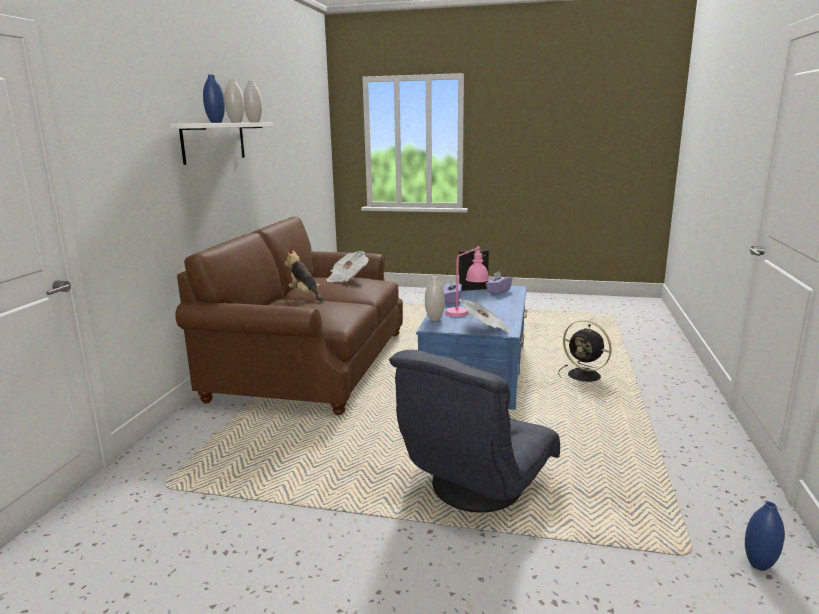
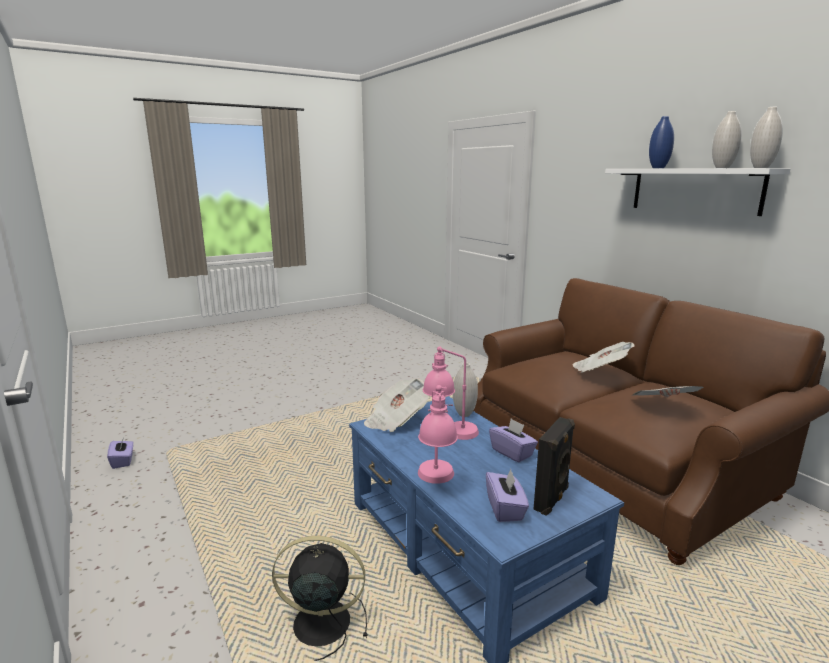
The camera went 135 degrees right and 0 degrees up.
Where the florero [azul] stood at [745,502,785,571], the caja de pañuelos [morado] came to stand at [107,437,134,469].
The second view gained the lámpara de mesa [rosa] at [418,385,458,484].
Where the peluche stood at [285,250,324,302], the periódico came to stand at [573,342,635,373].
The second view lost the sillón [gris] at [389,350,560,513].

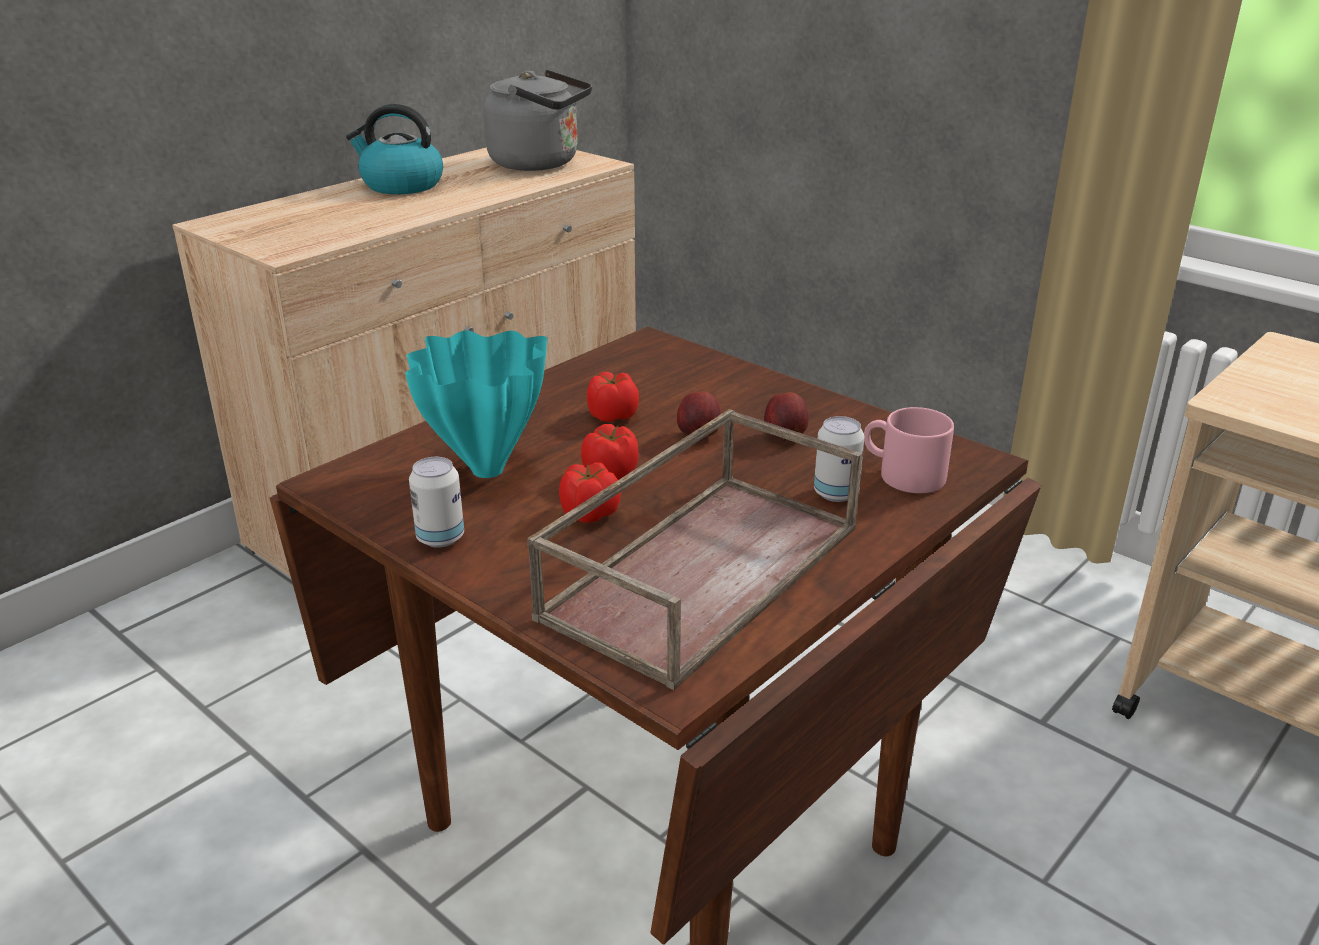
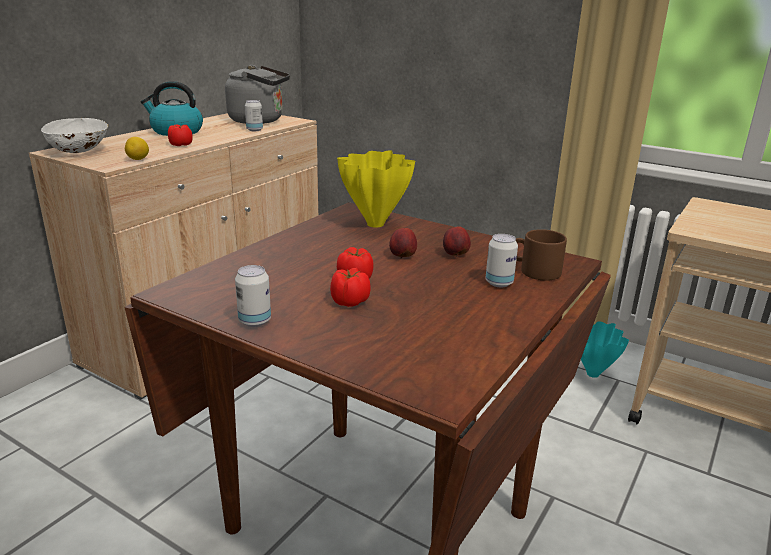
The camera went 10 degrees left and 5 degrees down.
The second view gained the cuenco [blanco] at [41,118,108,153].
The second view gained the limón at [125,137,149,160].
The tomate ended up elsewhere, having gone from [587,372,639,422] to [168,124,193,146].
The second view gained the lata at [245,100,263,131].
The second view gained the florero [amarillo] at [337,150,415,228].
What was the taza grande [rosa] at [864,407,954,493] turned into the taza grande [marrón] at [516,229,567,281].
The florero [turquesa] ended up elsewhere, having gone from [405,330,547,478] to [581,321,629,378].
The second view lost the bandeja [marrón] at [527,409,863,690].

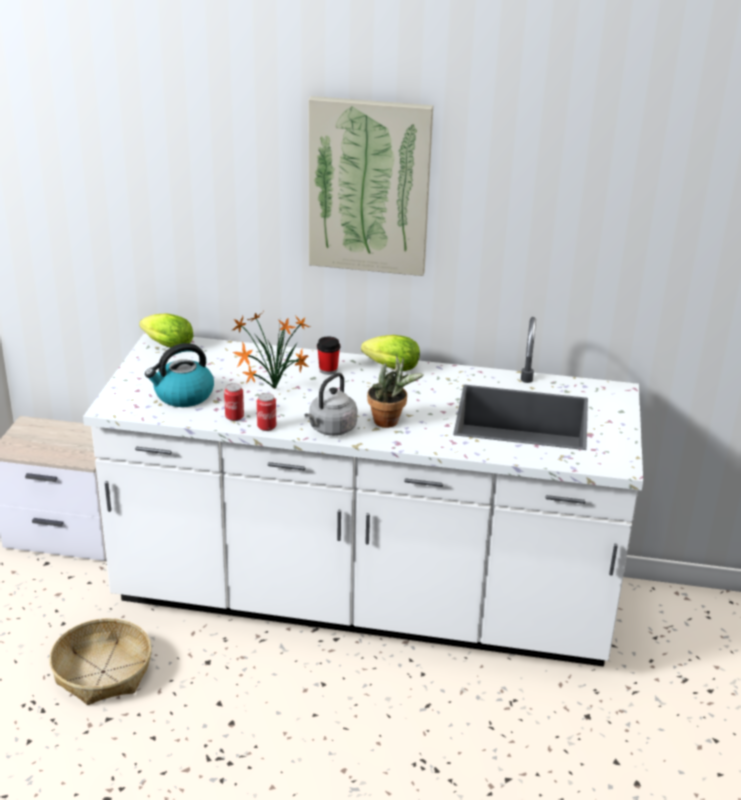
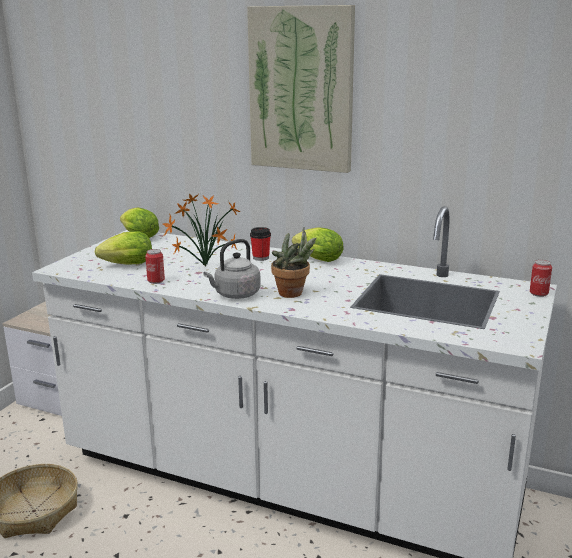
The camera went 15 degrees right and 10 degrees down.
Where the hervidor stood at [145,343,214,407], the lechuga came to stand at [95,231,152,265].
The lata ended up elsewhere, having gone from [257,393,276,431] to [530,260,552,297].

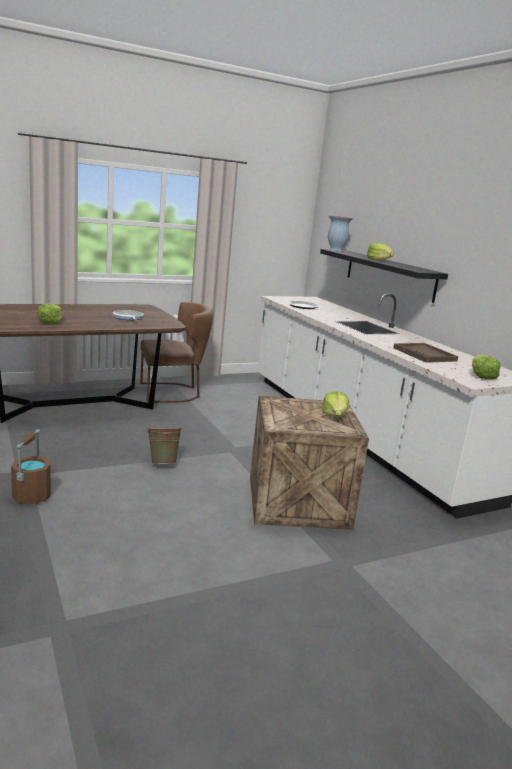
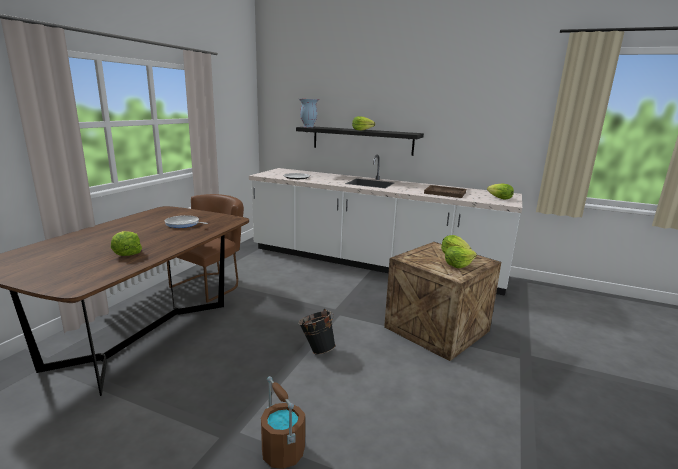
The camera went 40 degrees left and 0 degrees up.
What was the cubo [verde] at [146,426,183,464] turned into the cubo [negro] at [298,309,336,355].
The second view gained the lechuga at [445,246,477,268].

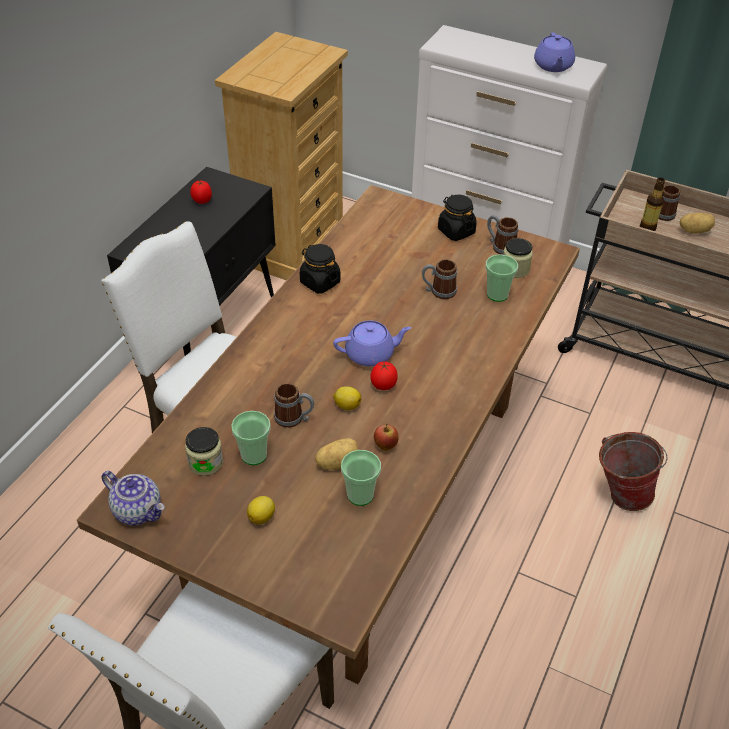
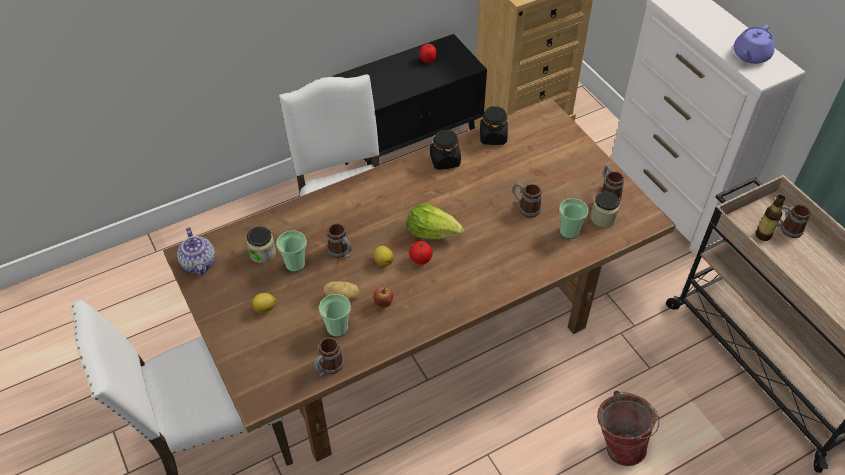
The camera went 35 degrees right and 5 degrees up.
The second view gained the taza grande at [314,337,344,377].
Where the tetera [morado] stood at [333,321,411,366], the lechuga came to stand at [407,203,464,239].
The tarro [negro] ended up elsewhere, having gone from [438,195,477,241] to [480,106,508,145].
The second view lost the patata at [680,213,715,234].

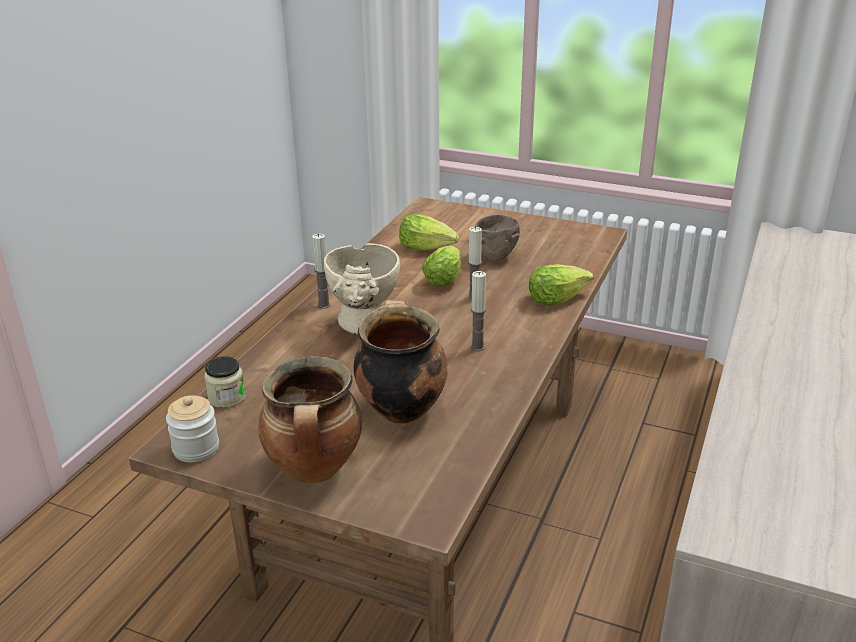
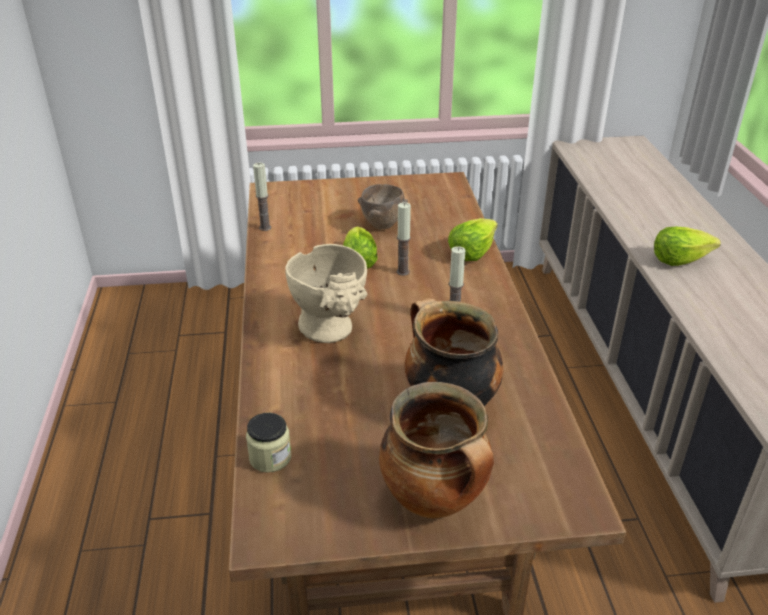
The camera went 30 degrees left and 5 degrees up.
The vela ended up elsewhere, having gone from [312,234,331,309] to [253,163,271,231].
The lechuga ended up elsewhere, having gone from [399,213,459,250] to [654,227,721,266].
The second view lost the tarro at [166,395,219,462].

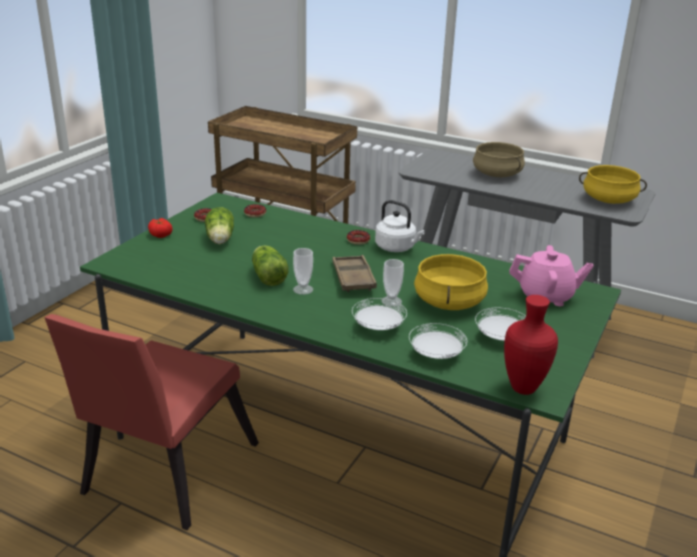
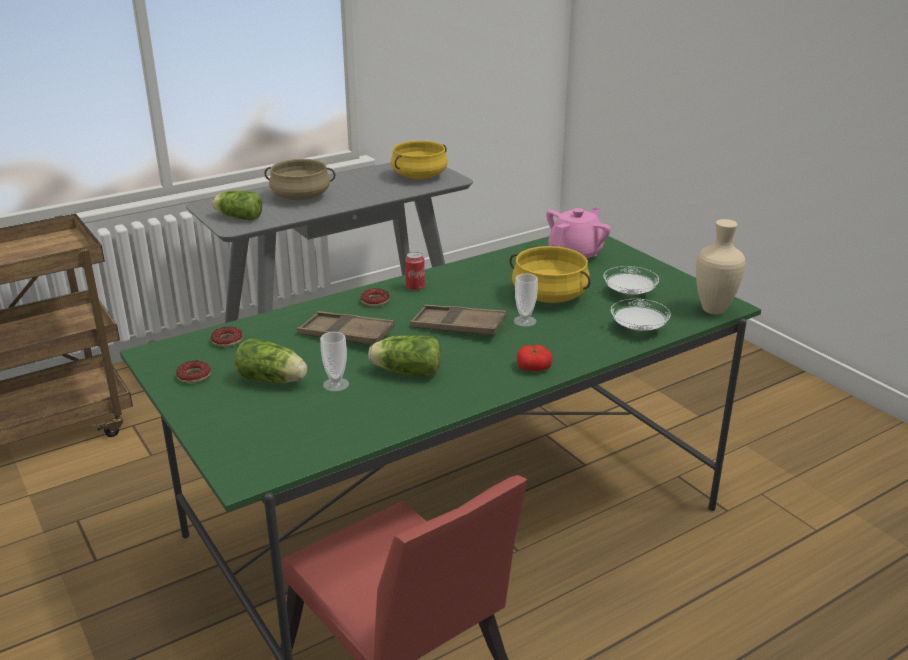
The camera went 60 degrees left and 0 degrees up.
The second view gained the lechuga at [212,190,262,221].
The second view gained the bandeja [marrón] at [297,311,395,345].
The taza ended up elsewhere, having gone from [293,248,313,295] to [320,332,349,392].
Where the hervidor [blanco] stood at [375,200,425,252], the lata came to stand at [405,252,425,291].
The tomate ended up elsewhere, having gone from [148,218,173,238] to [517,345,552,371].
What was the florero [rojo] at [504,295,558,395] turned into the florero [beis] at [696,219,746,315].
The second view lost the plato [blanco] at [352,298,407,330].

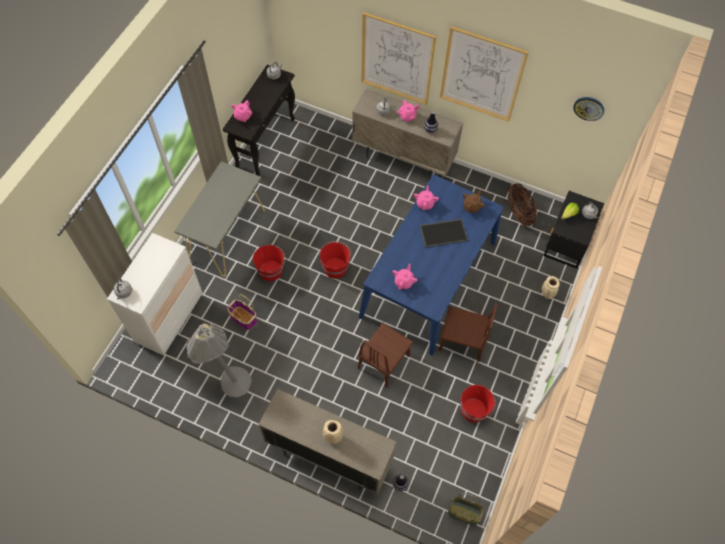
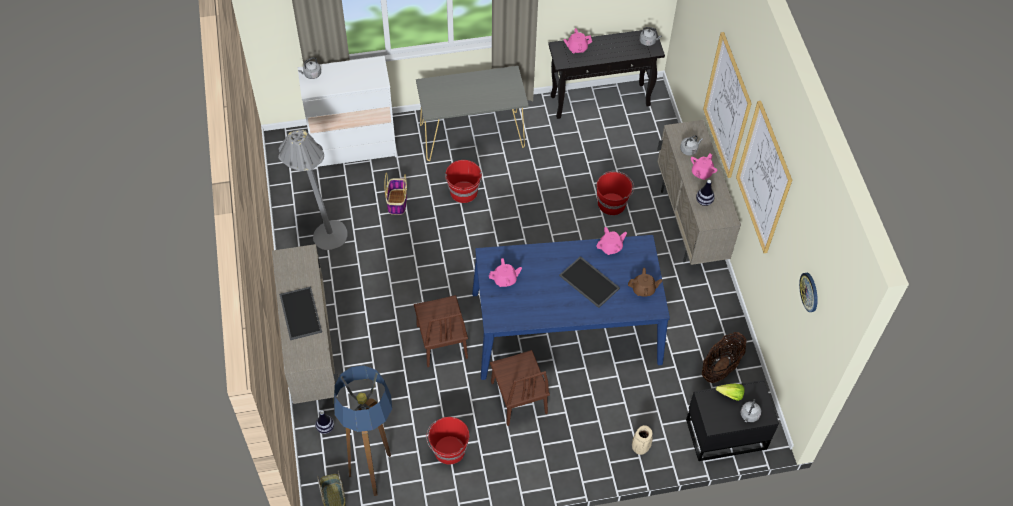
The camera went 55 degrees right and 5 degrees down.
Where the florero [beis] stood at [323,420,343,444], the bandeja came to stand at [279,286,322,340].
The second view gained the lámpara de pie at [334,365,392,496].
The silla [marrón] at [358,323,413,388] ended up facing another way, 105 degrees counterclockwise from before.
The cubo [rojo] ended up elsewhere, having gone from [319,241,351,278] to [597,171,634,215].

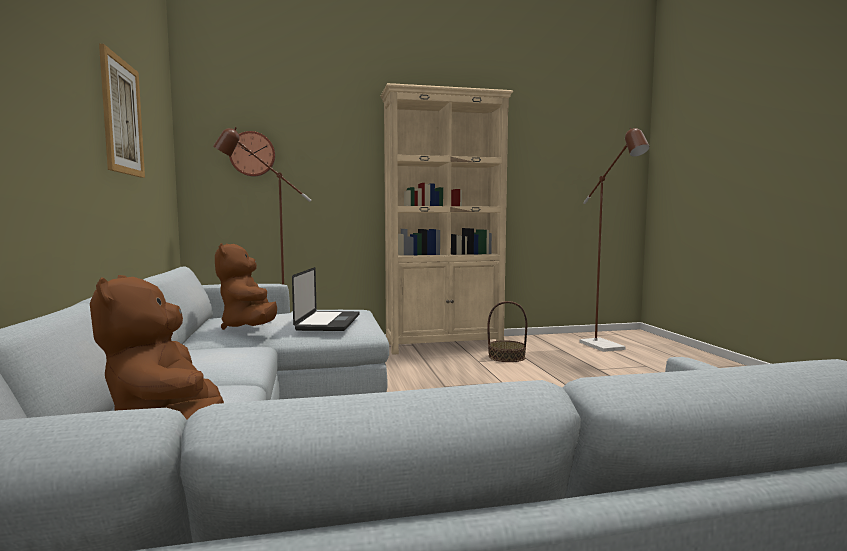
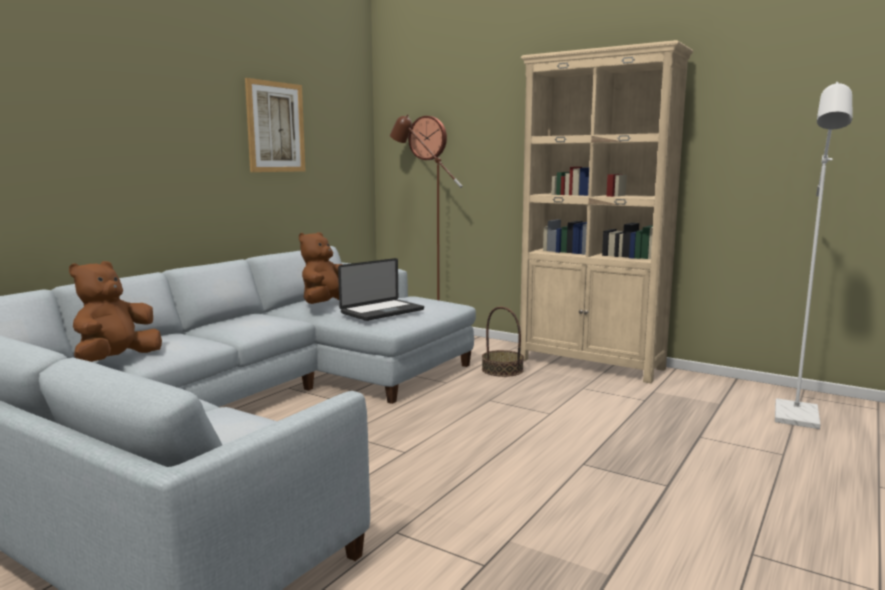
The camera went 45 degrees right and 5 degrees up.
The cesta ended up elsewhere, having gone from [487,301,527,362] to [482,307,524,377].
What was the lámpara de pie [marrón] at [579,128,650,352] turned into the lámpara de pie [blanco] at [775,82,852,429].

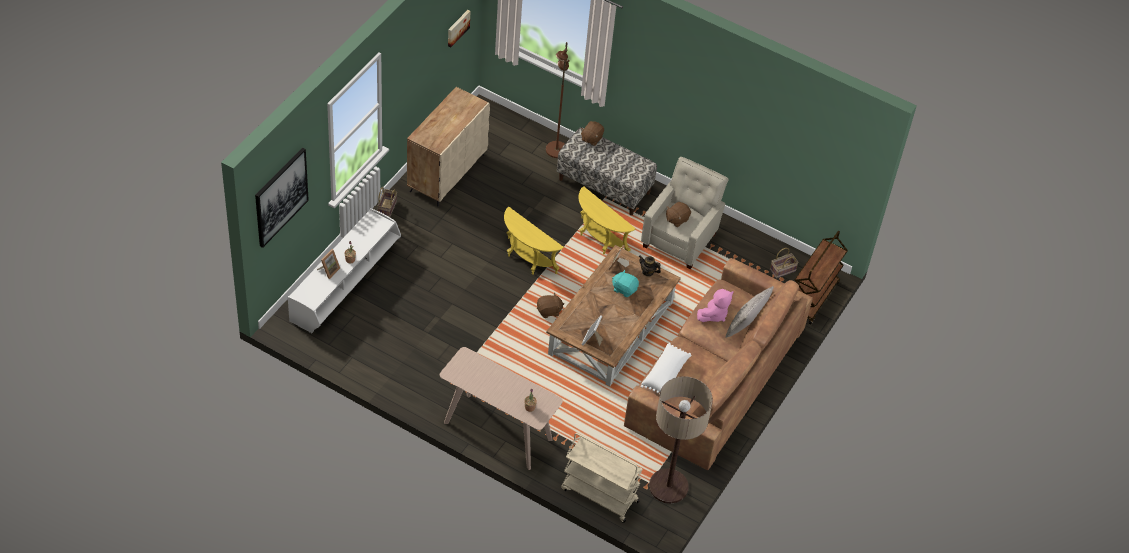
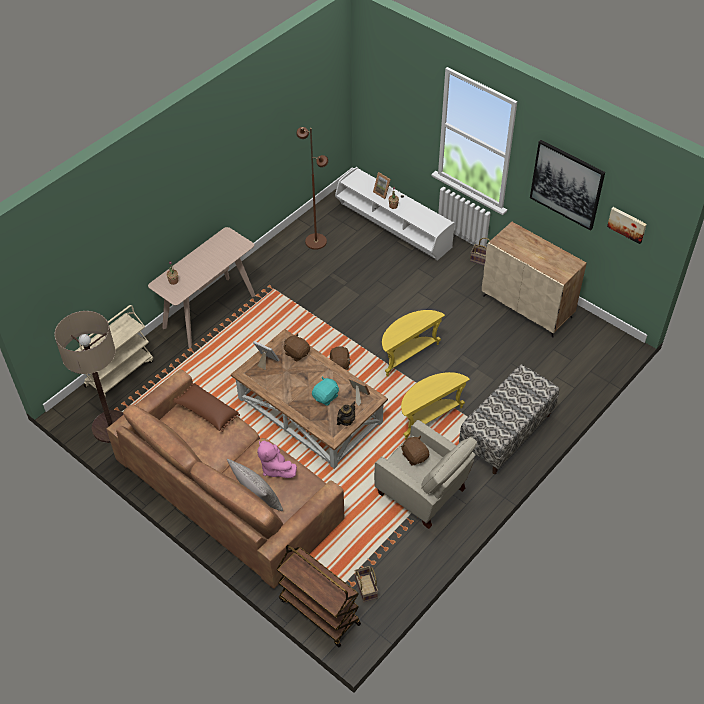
The camera went 105 degrees right and 0 degrees up.
What was the cojín [blanco] at [641,343,692,395] turned into the cojín [marrón] at [173,383,240,432].
The peluche [marrón] ended up elsewhere, having gone from [581,121,604,146] to [283,333,310,361].
The lámpara de pie [marrón] ended up elsewhere, having gone from [546,42,570,158] to [296,127,329,250].
The cuadro ended up elsewhere, having gone from [255,147,309,248] to [530,140,605,231].

